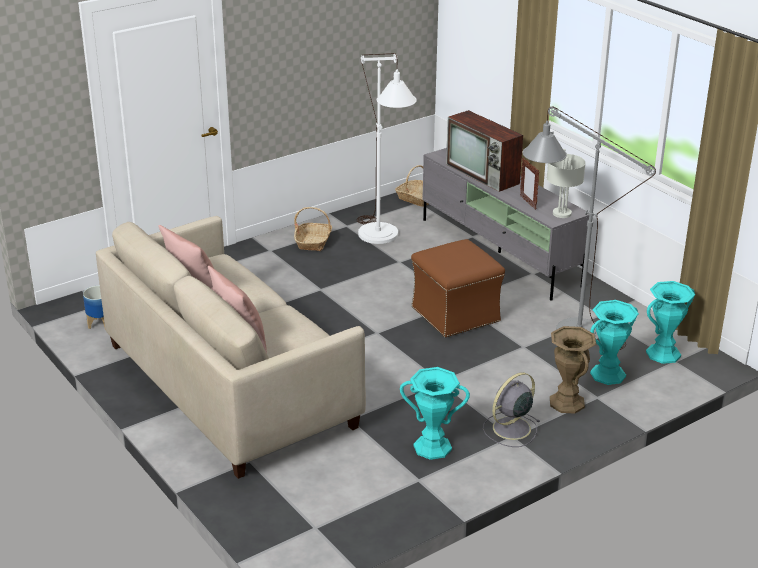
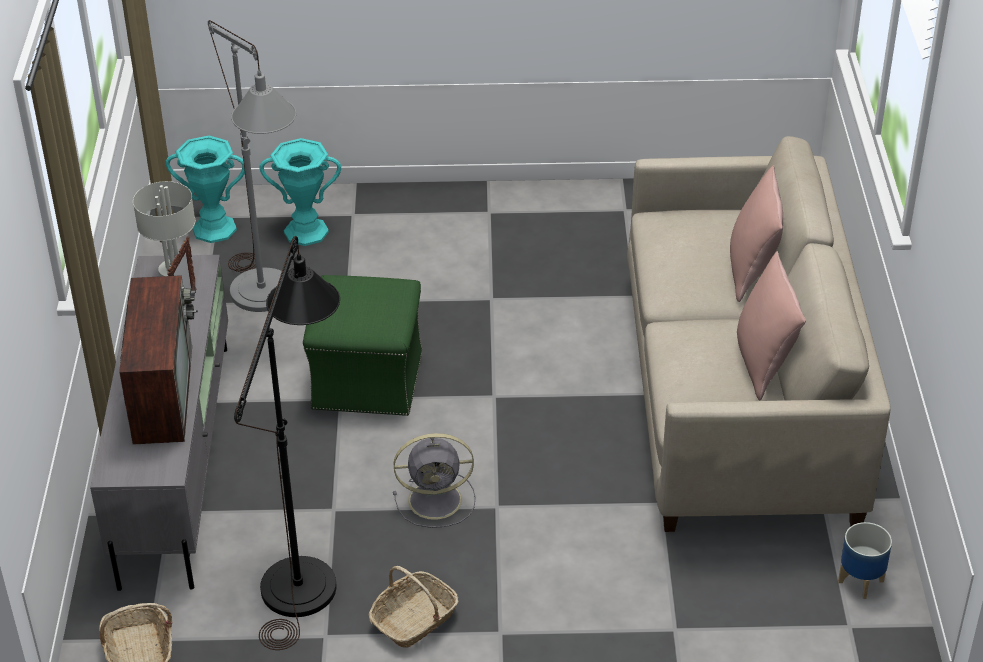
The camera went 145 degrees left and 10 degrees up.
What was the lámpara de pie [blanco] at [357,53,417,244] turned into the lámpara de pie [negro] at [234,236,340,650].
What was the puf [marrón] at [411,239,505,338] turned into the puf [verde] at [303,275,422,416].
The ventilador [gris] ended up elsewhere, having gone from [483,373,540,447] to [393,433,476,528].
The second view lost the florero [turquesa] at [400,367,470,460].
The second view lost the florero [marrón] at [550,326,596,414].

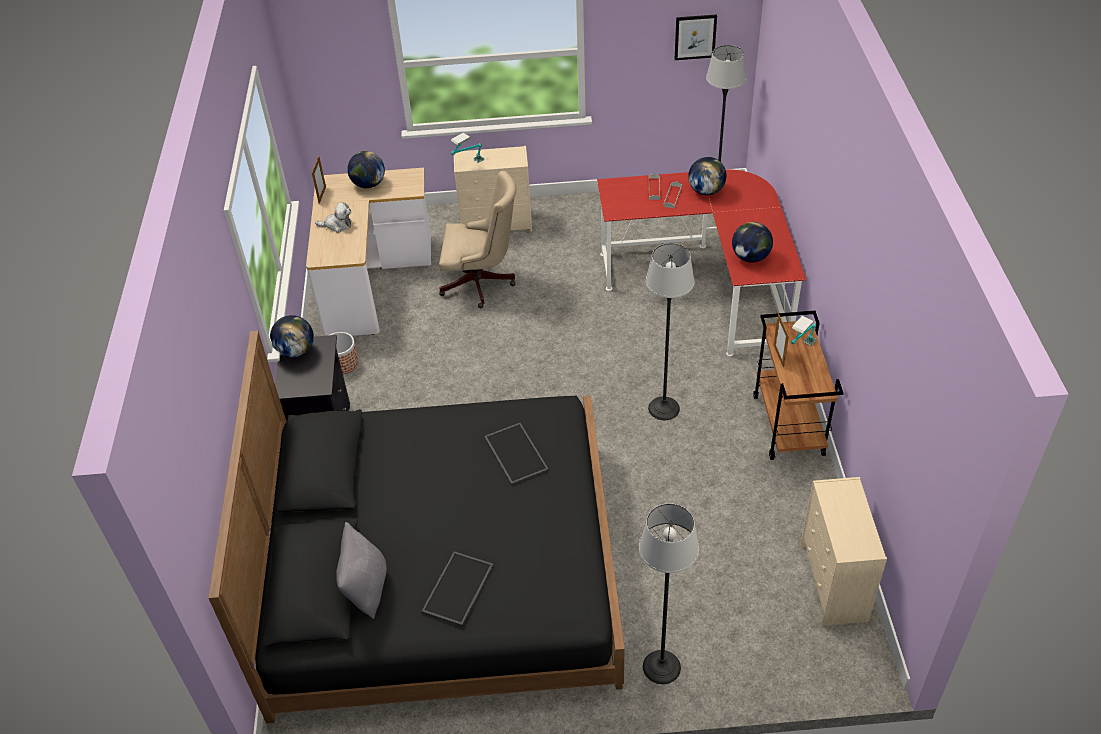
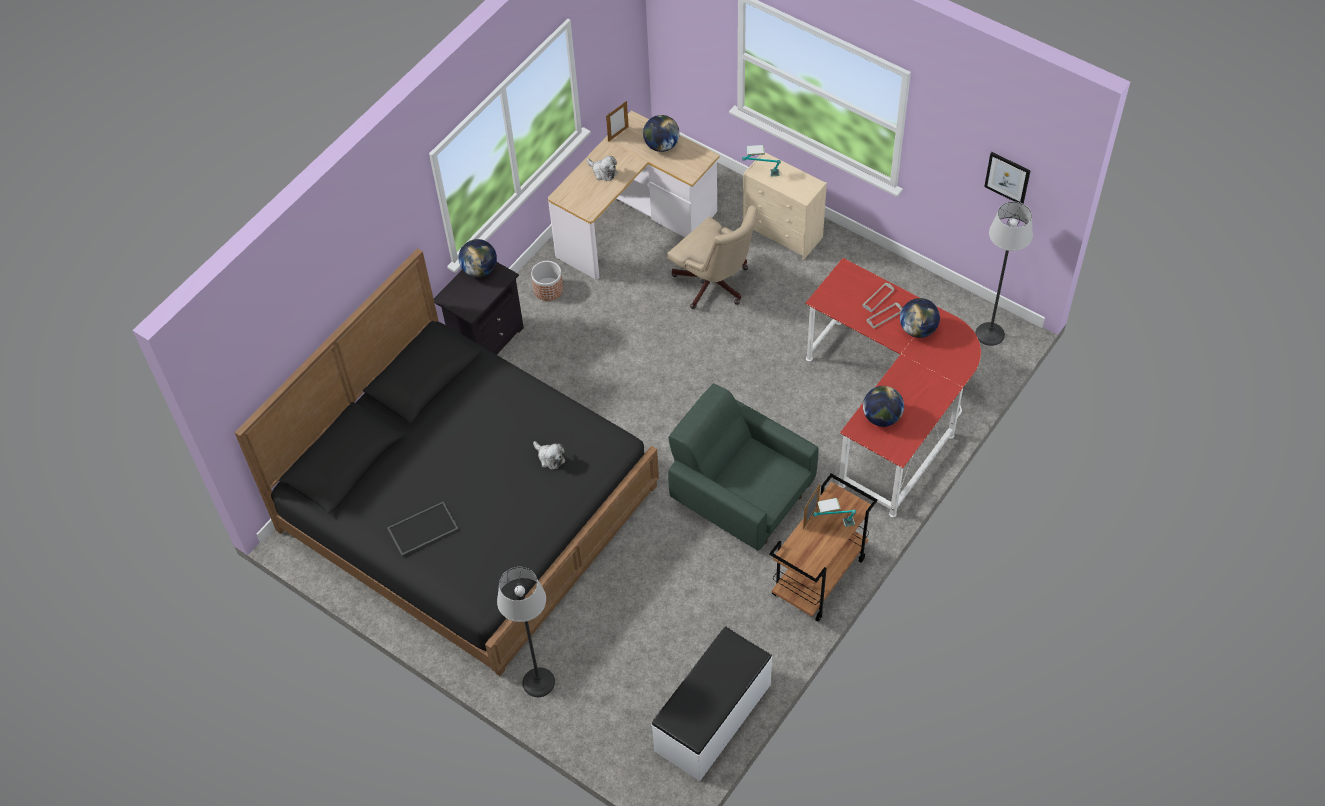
The camera went 40 degrees right and 10 degrees up.
Where the bandeja stood at [484,423,549,485], the peluche came to stand at [533,441,565,469].
Where the cómoda [beis] stood at [800,477,887,626], the banco [blanco] came to stand at [651,627,772,781].
Where the lámpara de pie stood at [646,243,695,420], the sillón [verde] came to stand at [668,383,818,550].
The second view lost the cojín [gris] at [336,522,387,619].

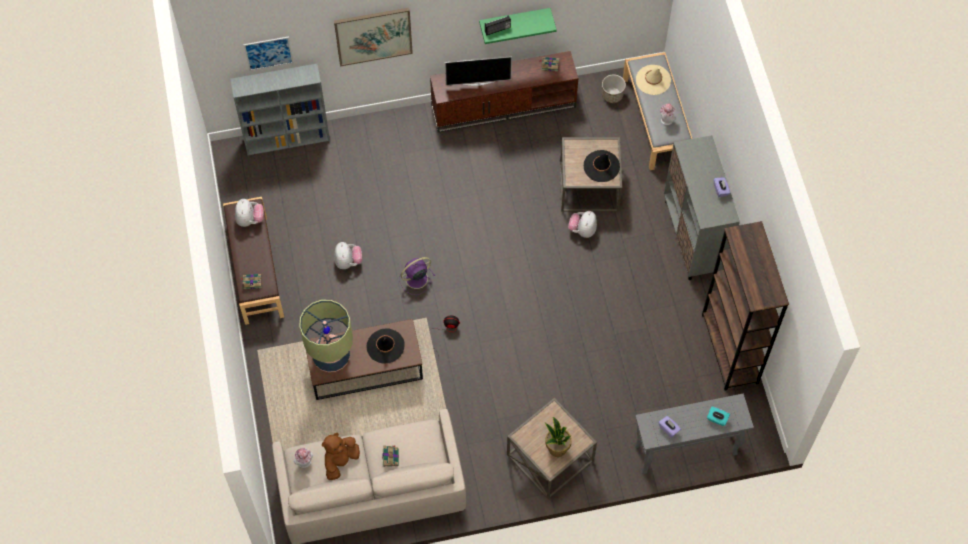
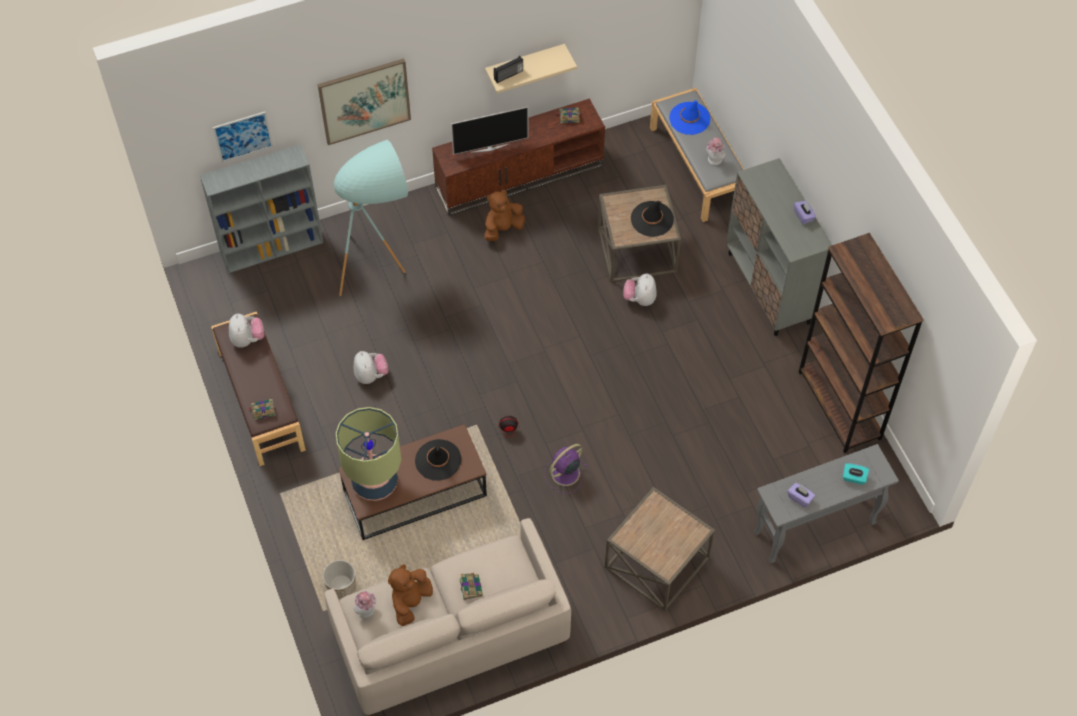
The camera went 10 degrees left and 5 degrees down.
The maceta ended up elsewhere, having gone from [602,74,626,103] to [323,560,356,598].
The second view gained the lámpara de pie [turquesa] at [334,140,408,296].
The second view gained the peluche [marrón] at [484,190,525,241].
What was the estante [verde] at [479,8,557,44] turned into the estante [beis] at [485,44,577,93].
The ventilador [morado] ended up elsewhere, having gone from [399,257,435,295] to [544,444,587,494].
What was the sombrero [beis] at [636,65,671,95] turned into the sombrero [azul] at [669,100,710,135].
The second view lost the planta en maceta at [545,417,572,457].

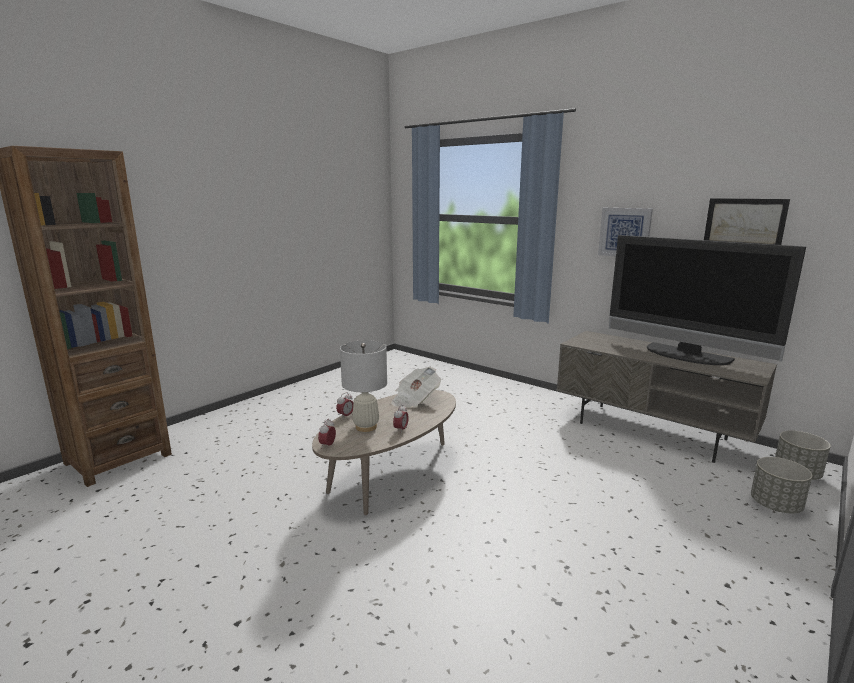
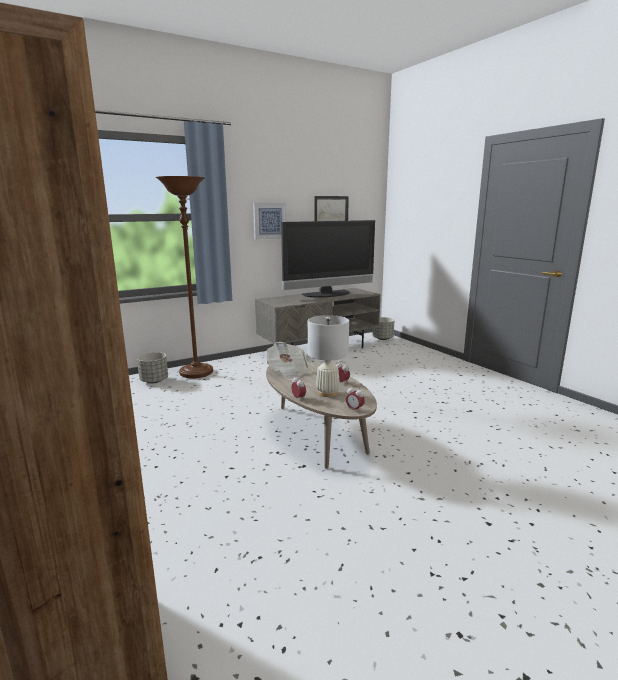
The camera went 70 degrees left and 0 degrees up.
The maceta [gris] ended up elsewhere, having gone from [751,457,812,514] to [137,352,168,383].
The second view gained the lámpara de pie [marrón] at [156,176,213,379].

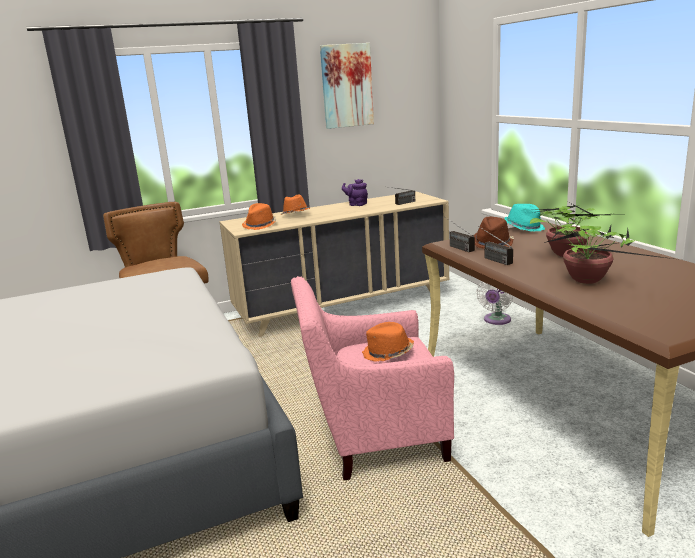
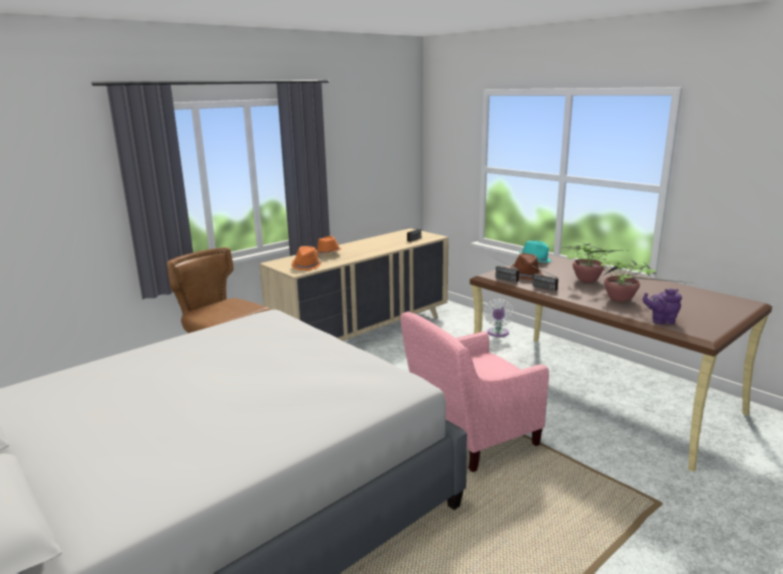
The camera went 20 degrees left and 0 degrees up.
The tetera [morado] ended up elsewhere, having gone from [342,179,368,206] to [643,288,682,324].
The second view lost the cuadro at [320,43,374,129].
The second view lost the sombrero [naranja] at [362,322,414,362].

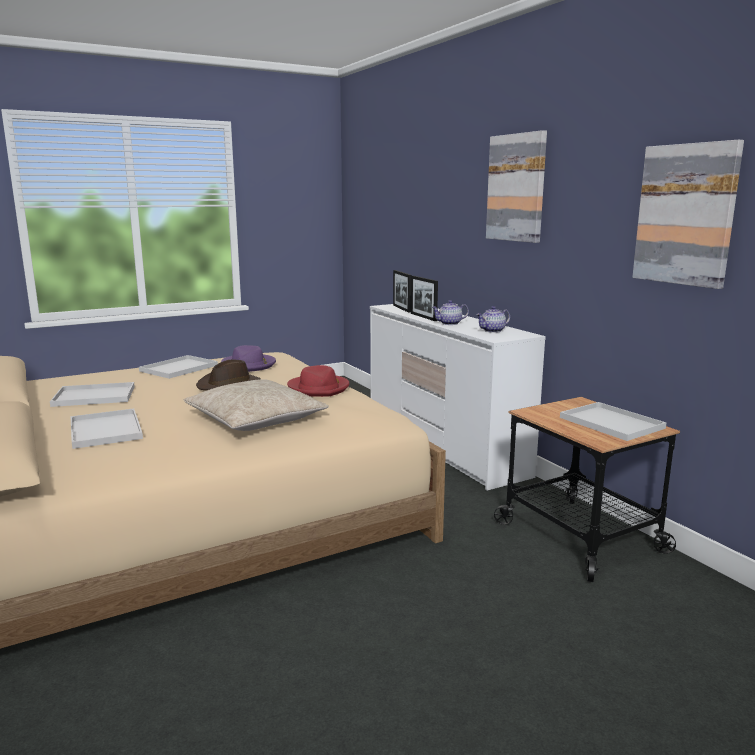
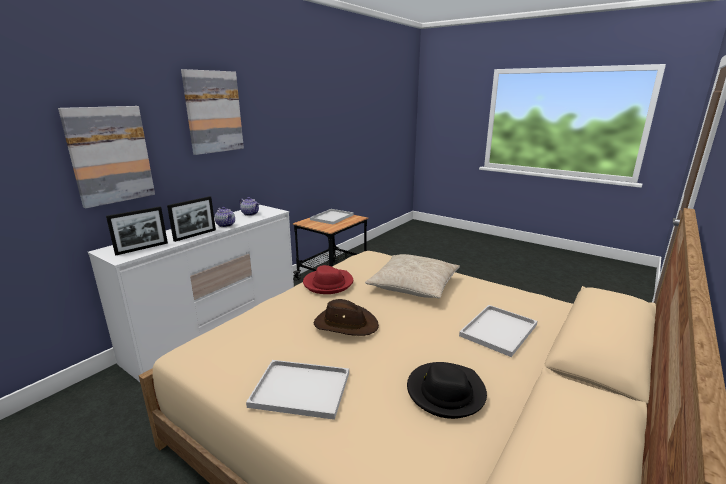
The camera went 115 degrees left and 5 degrees up.
The cuadro ended up elsewhere, having gone from [632,140,744,289] to [58,106,155,208].
Where the bandeja [blanco] stood at [50,382,135,407], the sombrero [negro] came to stand at [407,362,487,419].
The second view lost the sombrero [morado] at [221,345,276,372].

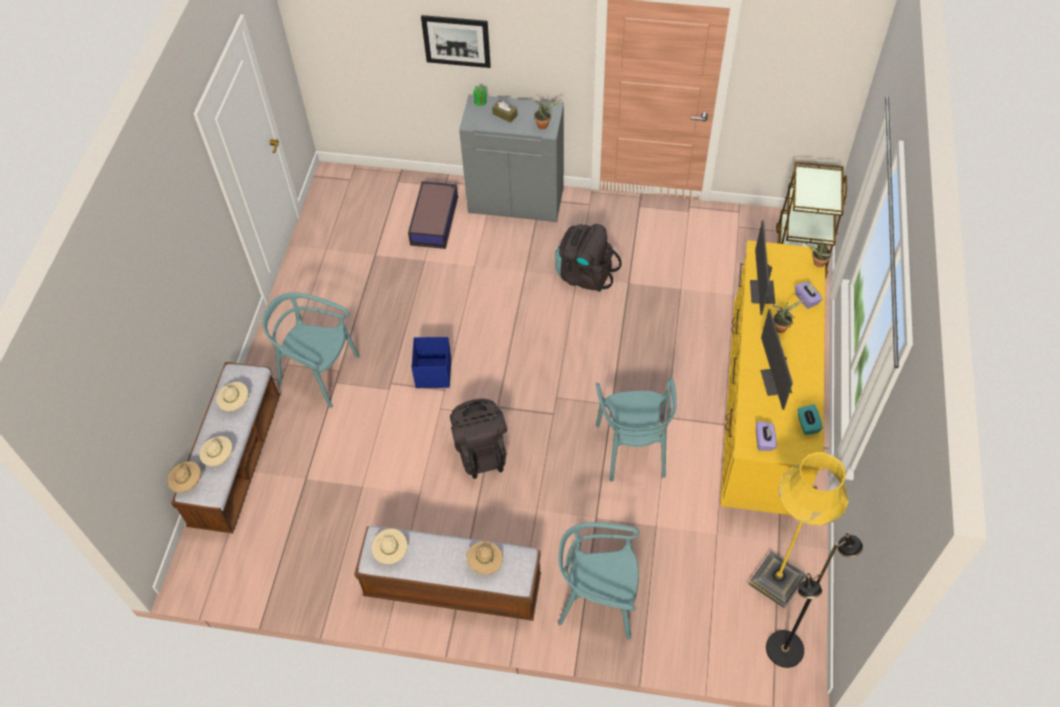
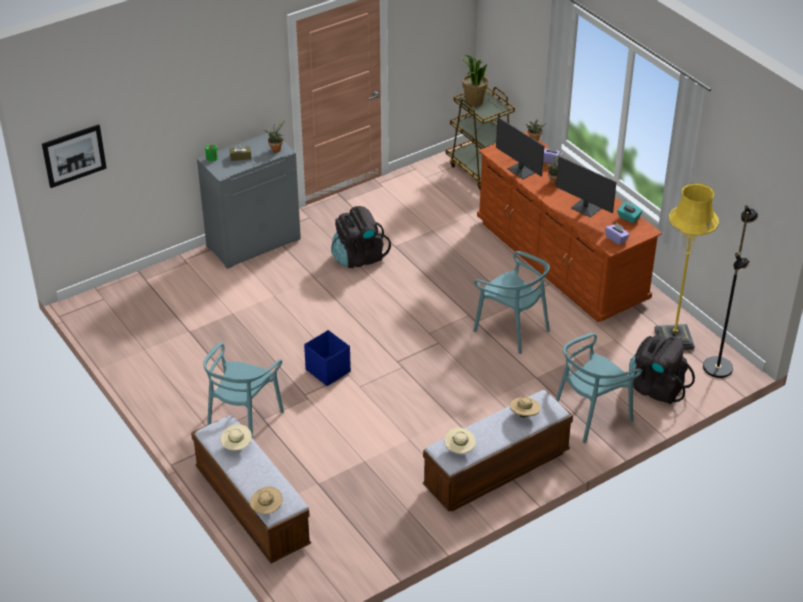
The camera went 45 degrees left and 15 degrees down.
The cuadro ended up elsewhere, having gone from [421,15,491,68] to [42,124,107,188].
The silla [turquesa] at [262,293,360,408] ended up facing another way, 45 degrees counterclockwise from before.
The second view gained the planta en maceta at [460,55,488,106].
What was the cómoda [amarillo] at [720,240,825,515] turned into the cómoda [marrón] at [477,131,662,322].
The mochila [negro] ended up elsewhere, having gone from [450,399,507,479] to [629,335,695,404].
The second view lost the sombrero [beis] at [199,436,233,466].
The second view lost the caja de almacenaje at [408,181,458,249].

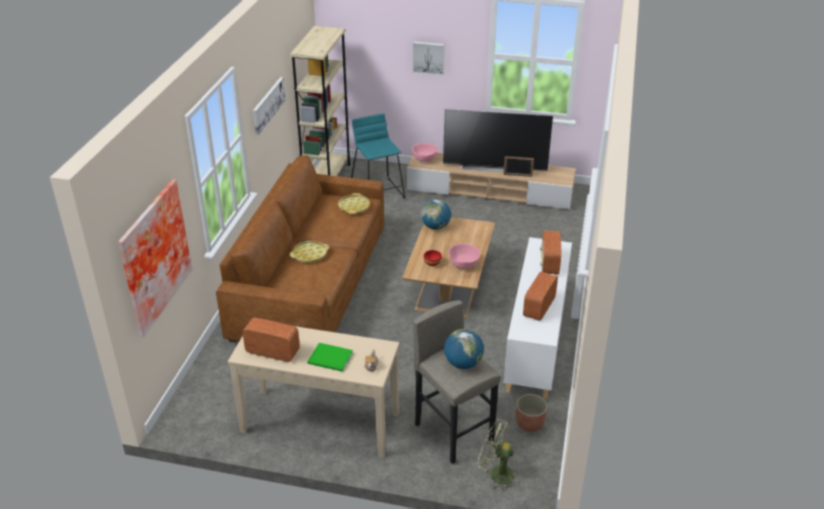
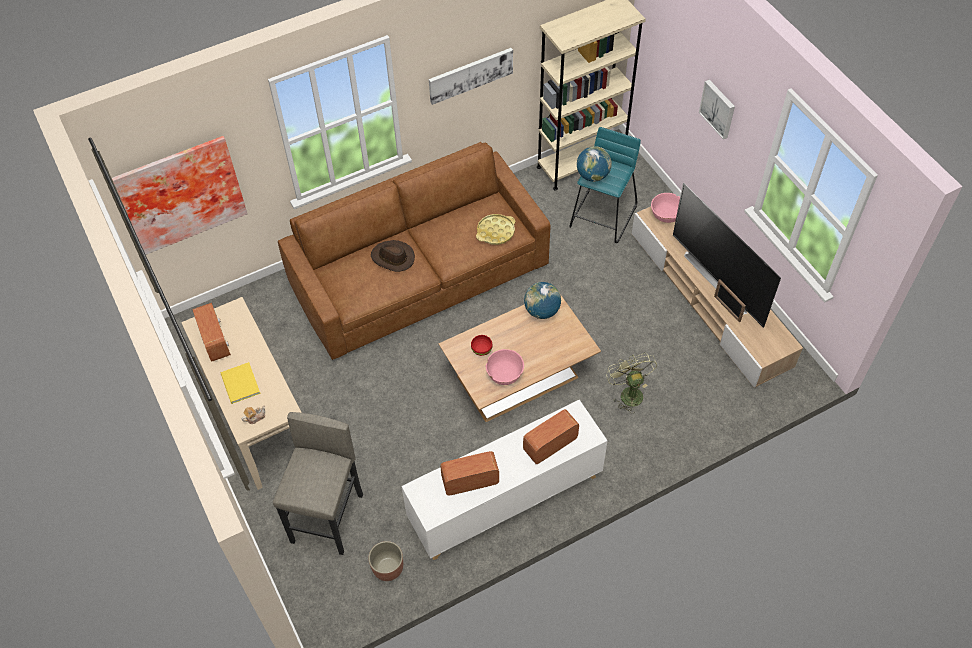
The camera went 50 degrees right and 20 degrees up.
What was the libro [verde] at [308,343,353,372] turned into the libro [amarillo] at [221,362,261,404].
Where the bandeja [amarillo] stood at [290,241,329,263], the sombrero [marrón] came to stand at [371,240,415,272].
The globo terráqueo ended up elsewhere, having gone from [444,329,484,369] to [577,146,612,182].
The ventilador [verde] ended up elsewhere, having gone from [477,419,519,491] to [606,353,657,413].

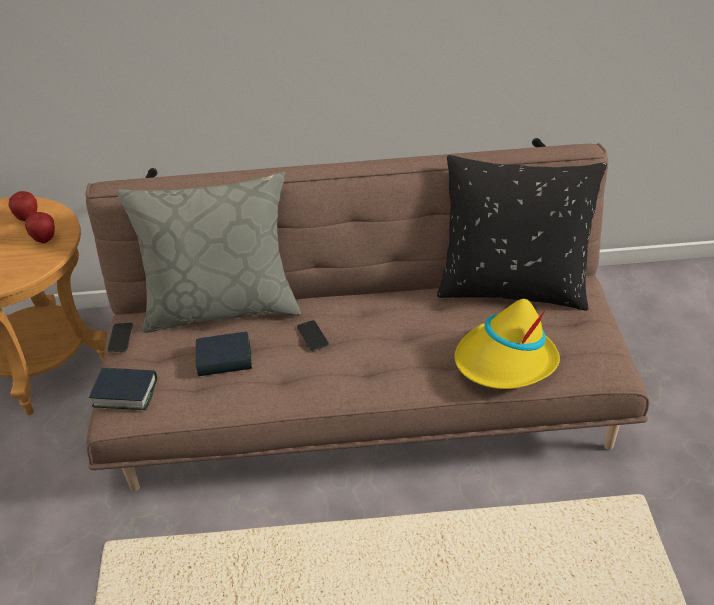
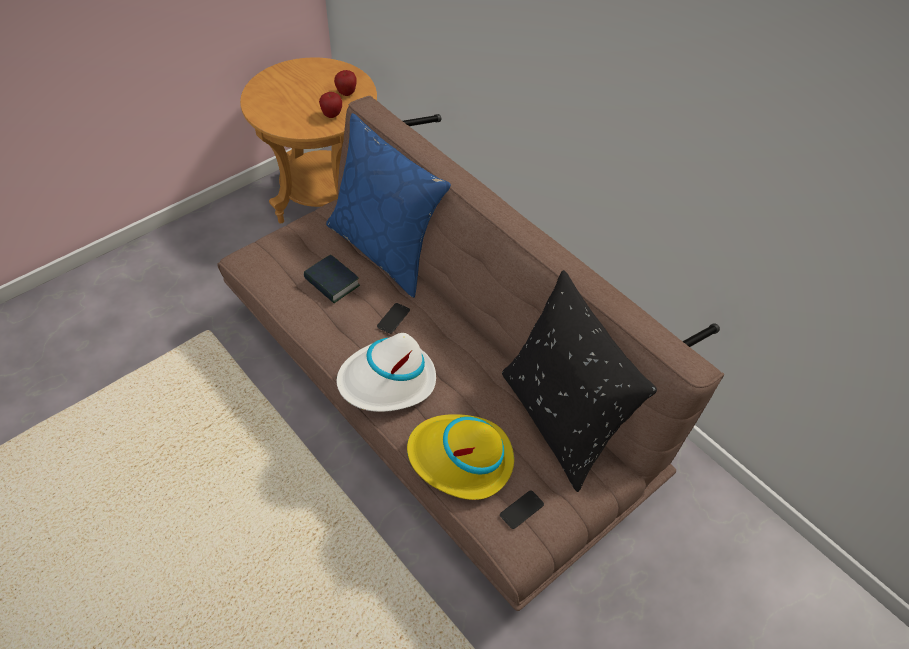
The camera went 50 degrees right and 10 degrees up.
What was the cojín [gris] at [117,172,301,333] turned into the cojín [azul] at [326,113,451,298].
The second view gained the sombrero [blanco] at [337,333,436,412].
The móvil ended up elsewhere, having gone from [108,323,133,352] to [500,490,544,529].
The second view lost the libro at [89,368,157,410].

